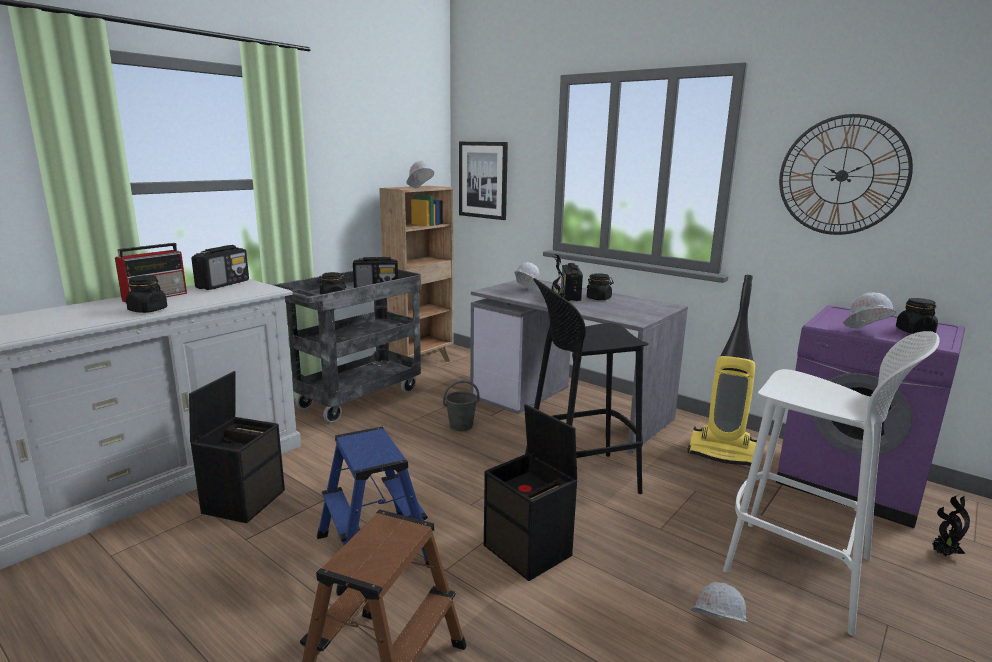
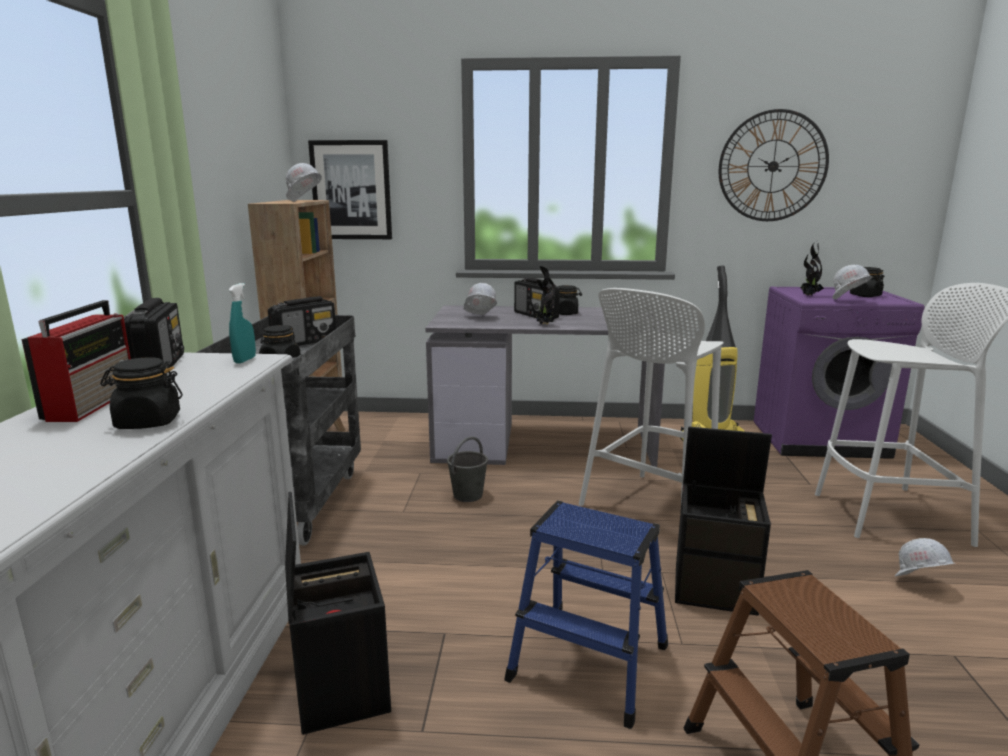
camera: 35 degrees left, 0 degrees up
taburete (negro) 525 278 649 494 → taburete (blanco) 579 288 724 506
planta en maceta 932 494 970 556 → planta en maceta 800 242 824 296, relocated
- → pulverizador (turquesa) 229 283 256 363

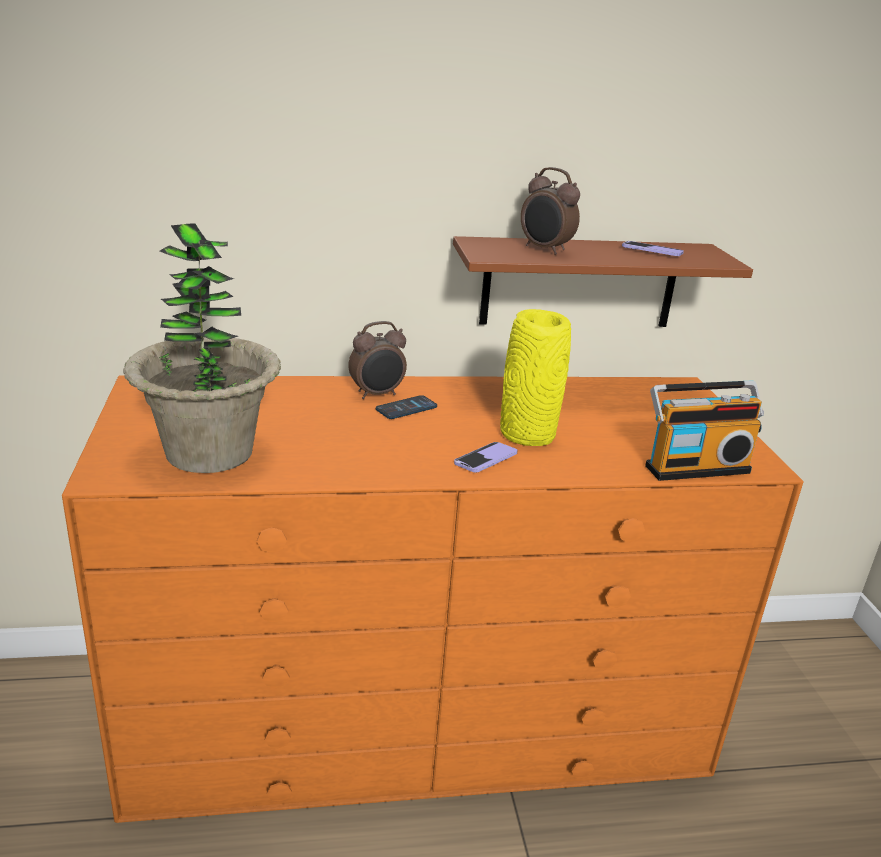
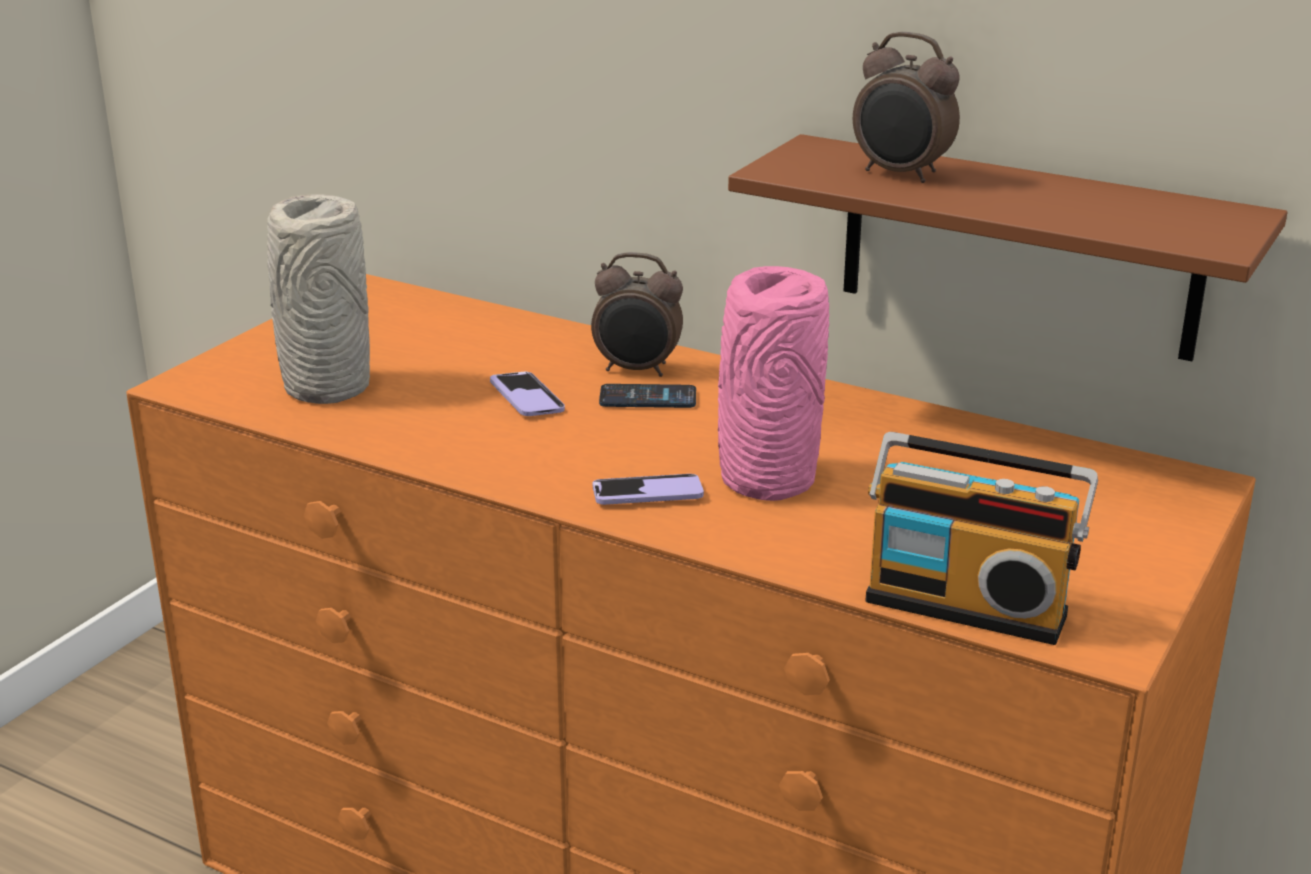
camera: 40 degrees right, 0 degrees up
despertador 521 167 580 255 → despertador 853 32 960 183, 45 degrees counterclockwise
planta en maceta 123 223 281 473 → florero (gris) 267 194 370 404
móvil 622 241 684 256 → móvil 490 372 565 416, relocated
florero (amarillo) 500 309 571 446 → florero (rosa) 718 266 829 501

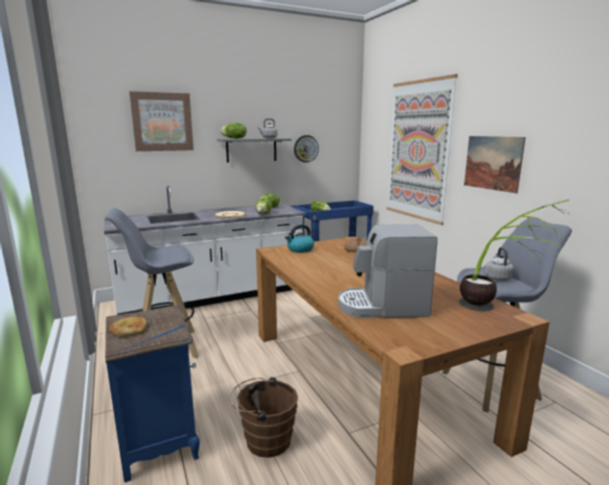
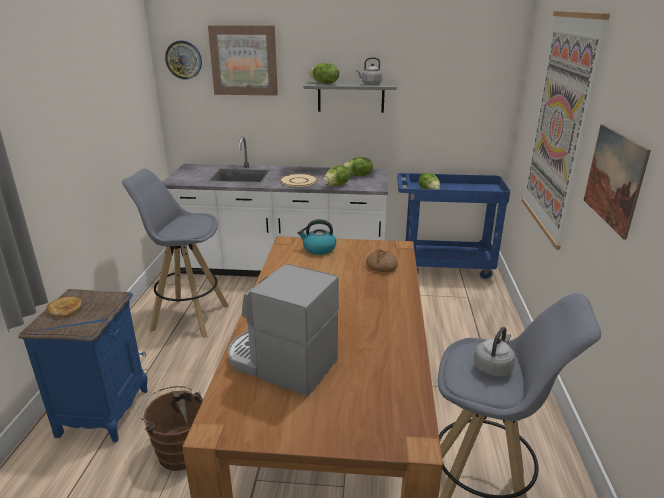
camera: 30 degrees right, 10 degrees up
reloj de pared 294 135 319 163 → reloj de pared 165 41 202 79, relocated
planta en maceta 459 199 569 311 → -

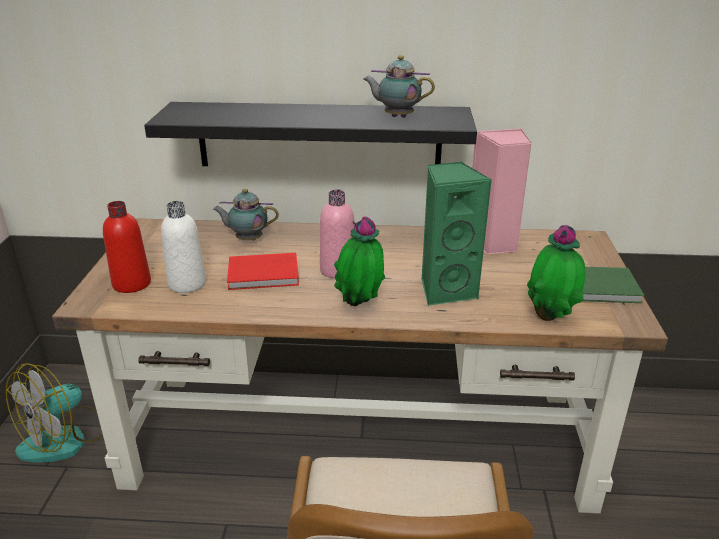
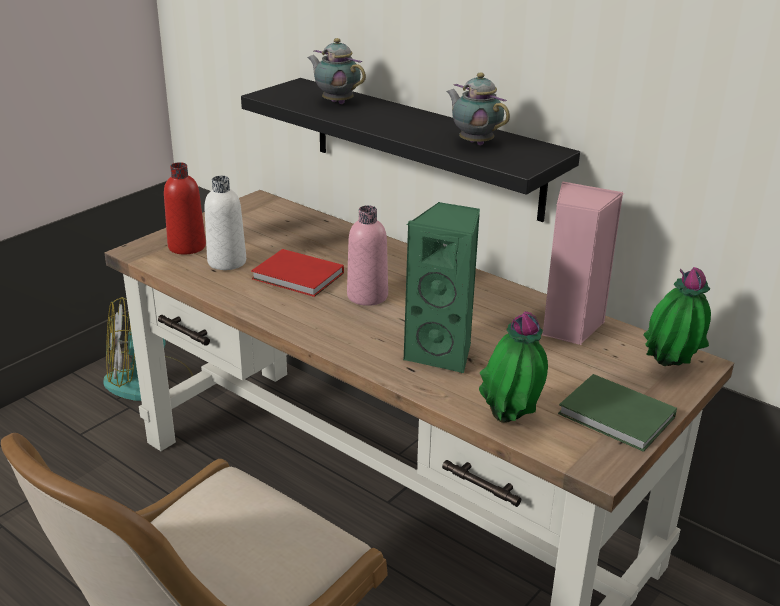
camera: 35 degrees right, 0 degrees up
tetera 213 189 279 241 → tetera 307 38 366 104, relocated
planta en maceta 334 216 385 306 → planta en maceta 643 267 711 366, relocated

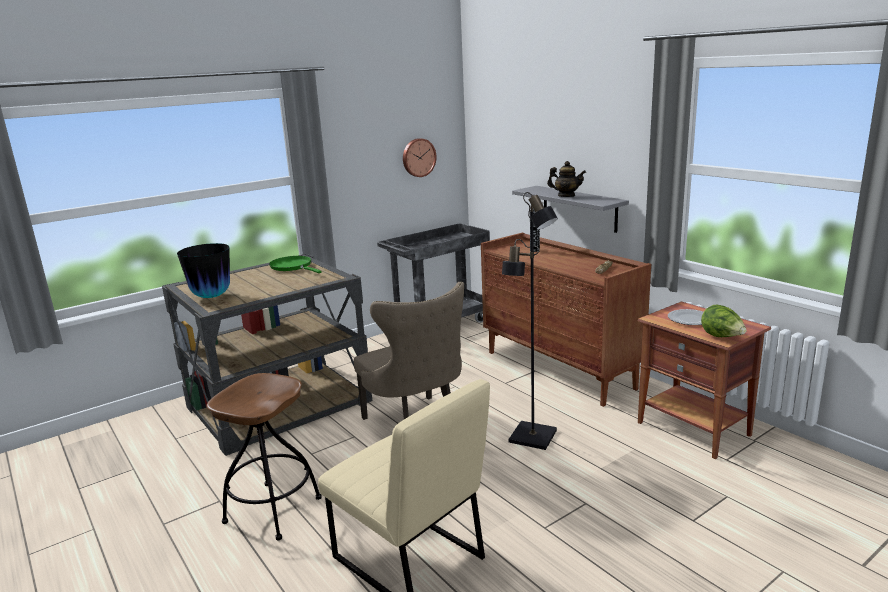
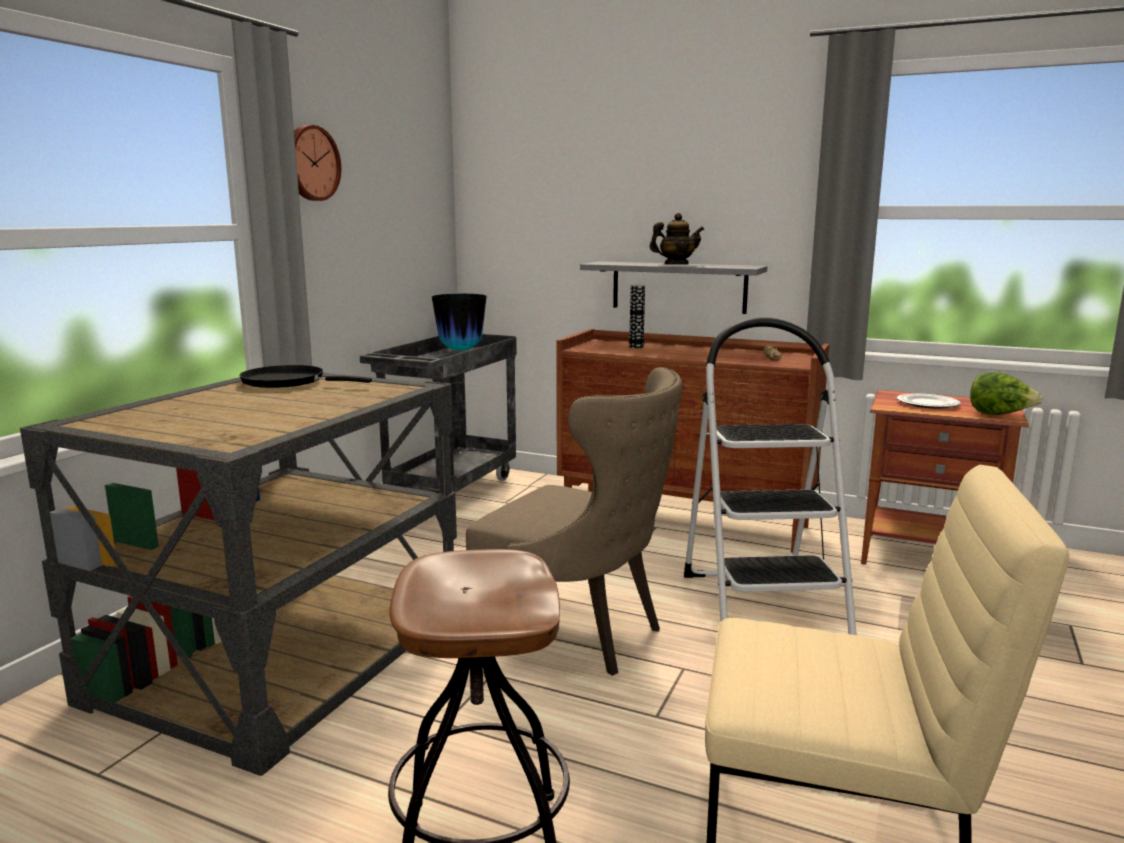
camera: 30 degrees left, 5 degrees down
reloj de pared 403 138 436 177 → reloj de pared 294 125 341 201, relocated
lámpara de pie (negro) 502 192 558 450 → escalera de tijera 684 317 857 635
florero 177 243 230 298 → florero 432 294 487 350, relocated
sartén (verde) 269 256 321 273 → sartén (negro) 239 365 372 388

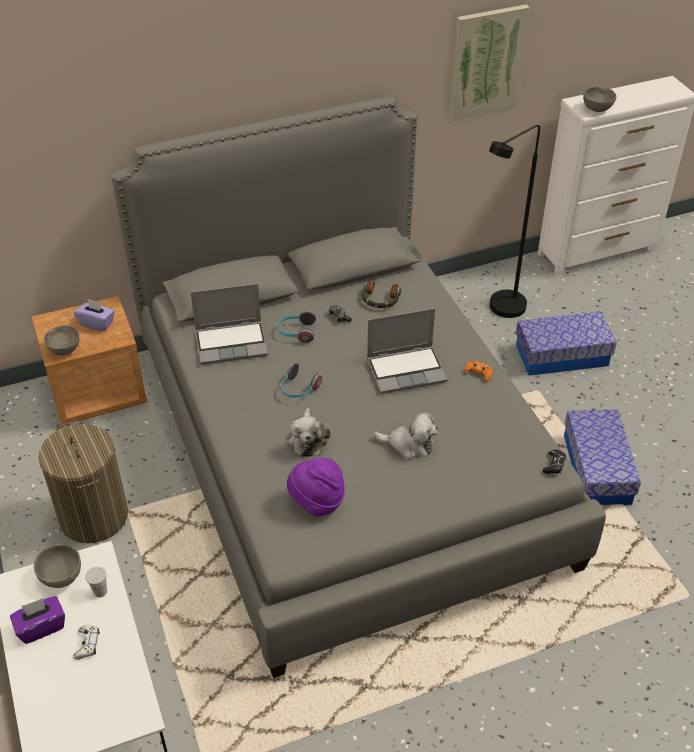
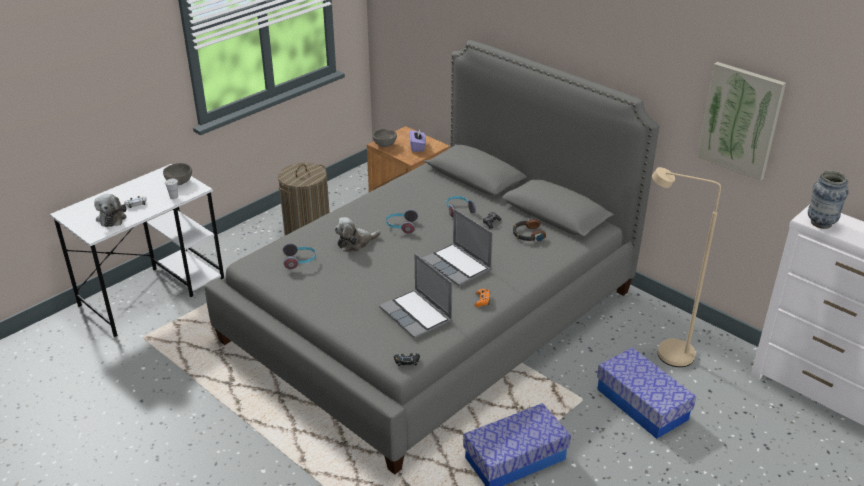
camera: 65 degrees right, 10 degrees down
cuenco (gris) 583 87 616 112 → florero 808 170 849 229
lámpara de pie (negro) 489 125 540 318 → lámpara de pie (beis) 652 167 721 367
portátil 191 283 268 365 → portátil 379 253 452 339, relocated
peluche 374 412 438 460 → peluche 94 194 126 227, relocated
sombrero (morado) 287 457 345 517 → auriculares 283 243 316 269
caja de pañuelos (morado) 10 596 65 644 → -

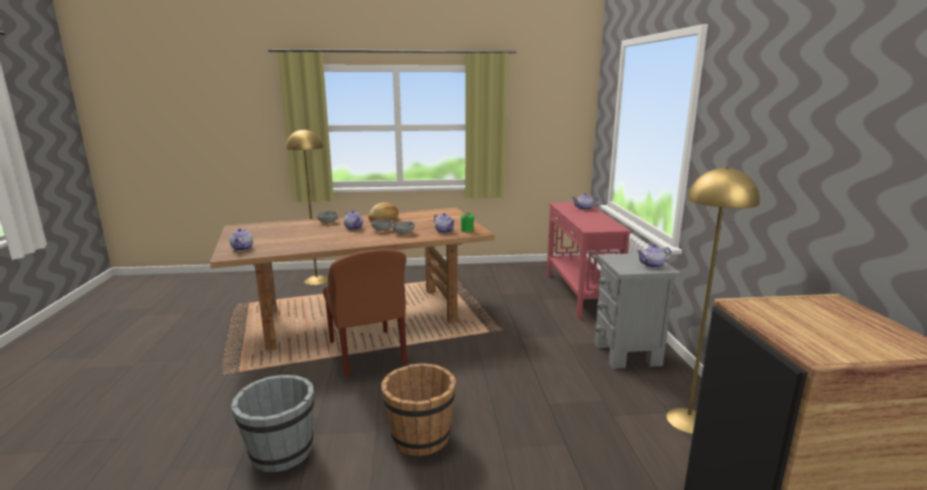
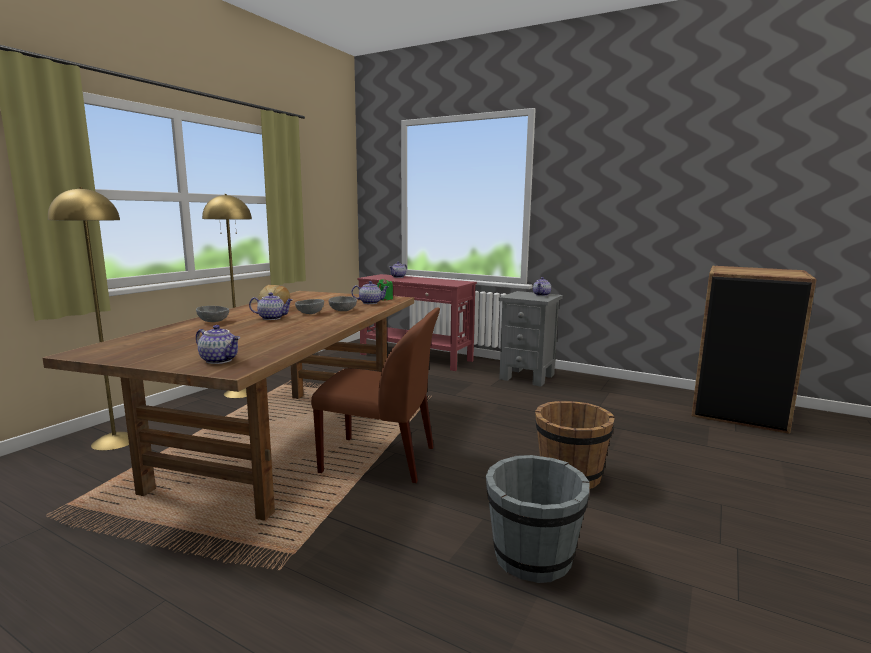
camera: 55 degrees left, 5 degrees down
lámpara de pie (amarillo) 666 166 760 434 → lámpara de pie (amarillo) 202 194 252 398, relocated

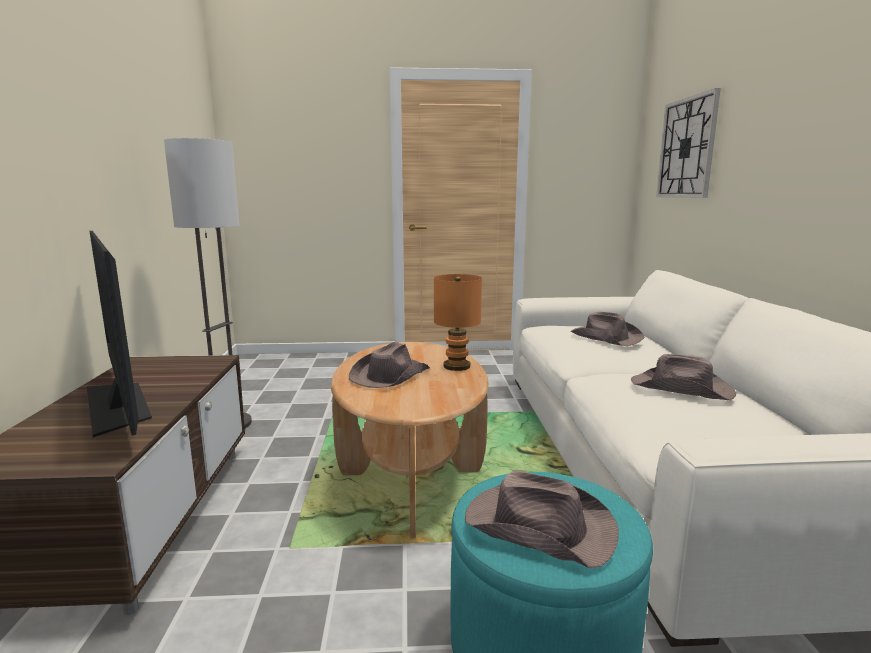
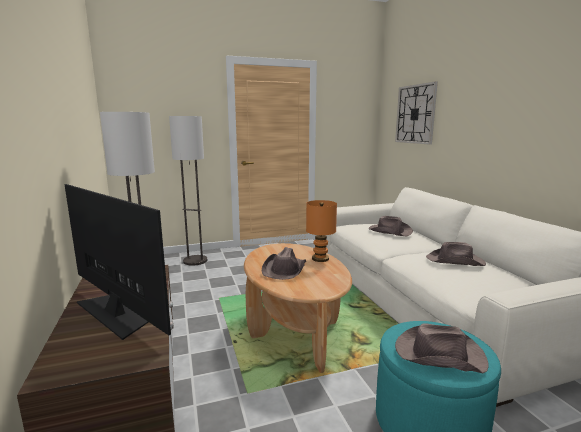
camera: 15 degrees left, 0 degrees up
- → lámpara de pie 169 116 207 266

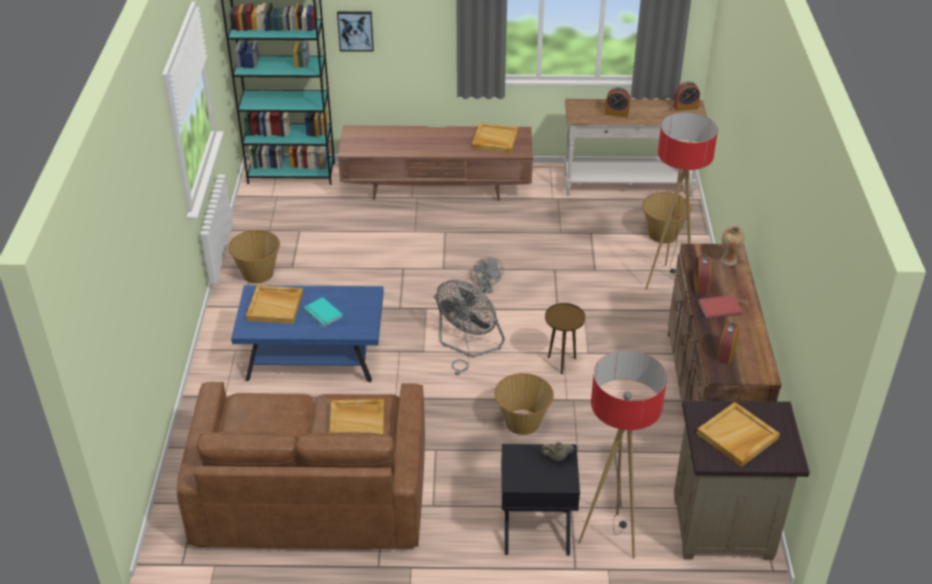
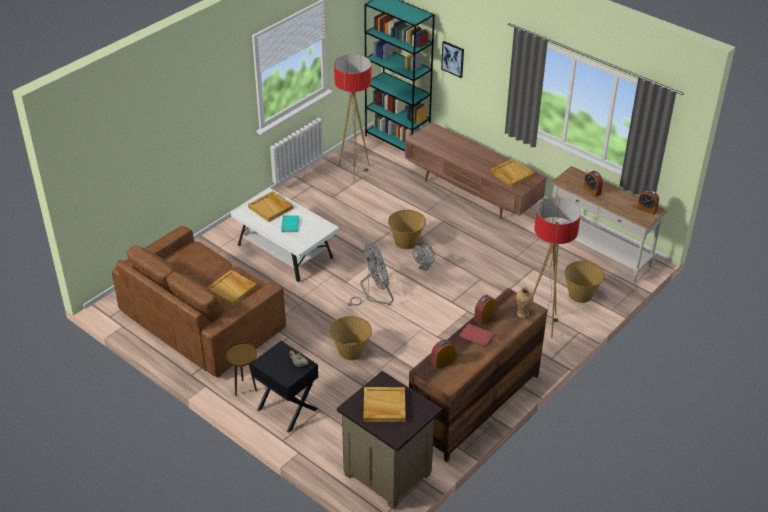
camera: 40 degrees right, 0 degrees up
cesta 228 230 280 284 → cesta 388 210 426 249, relocated
mesa de centro (azul) 231 285 384 382 → mesa de centro (blanco) 230 188 339 282
mesa auxiliar (marrón) 545 303 585 374 → mesa auxiliar (marrón) 225 343 257 395, relocated
lámpara de pie 578 350 667 559 → lámpara de pie 334 54 371 182, relocated

